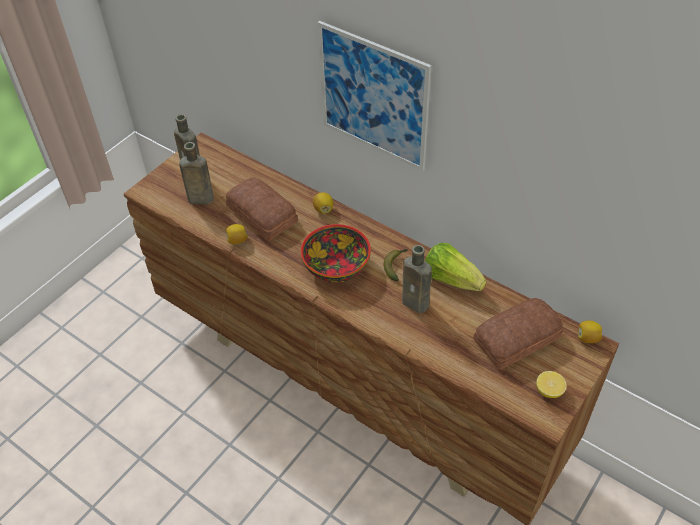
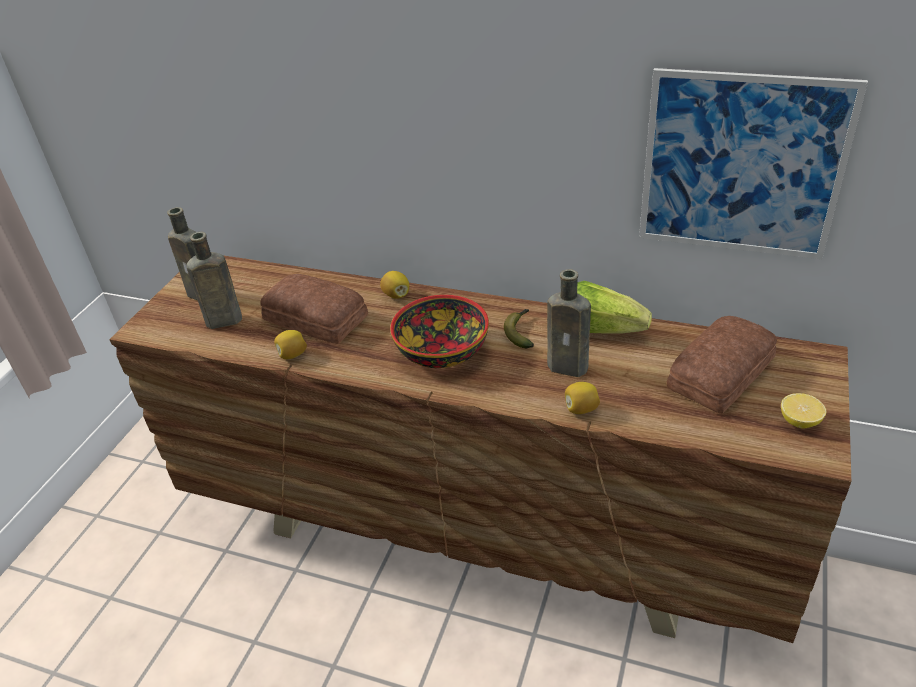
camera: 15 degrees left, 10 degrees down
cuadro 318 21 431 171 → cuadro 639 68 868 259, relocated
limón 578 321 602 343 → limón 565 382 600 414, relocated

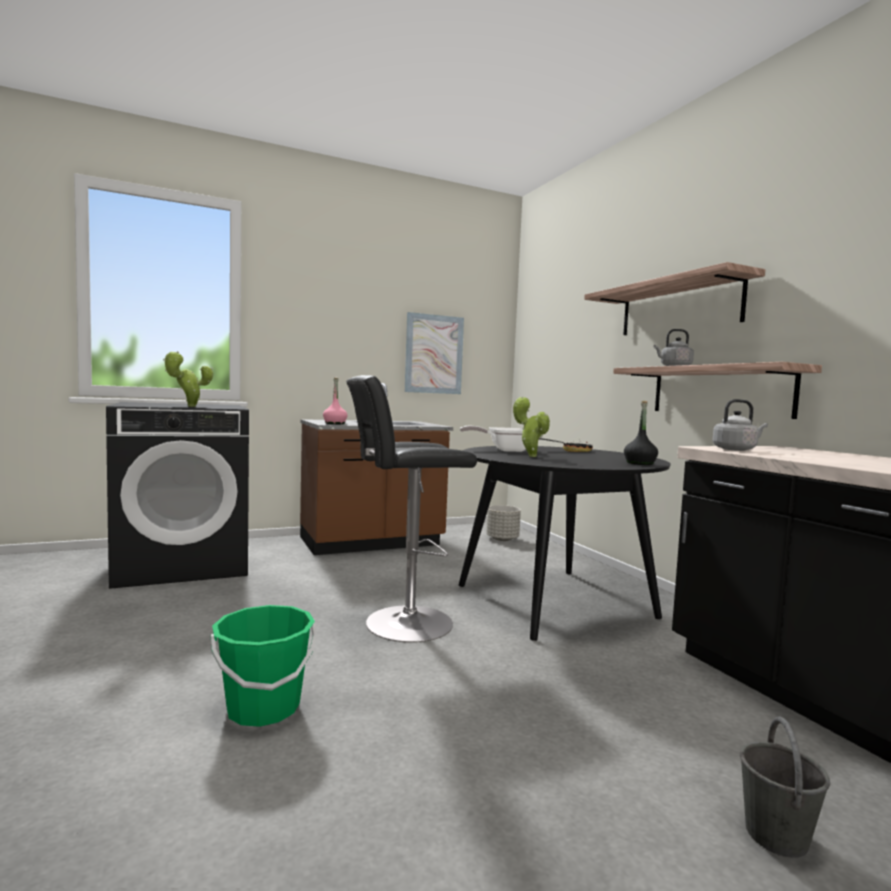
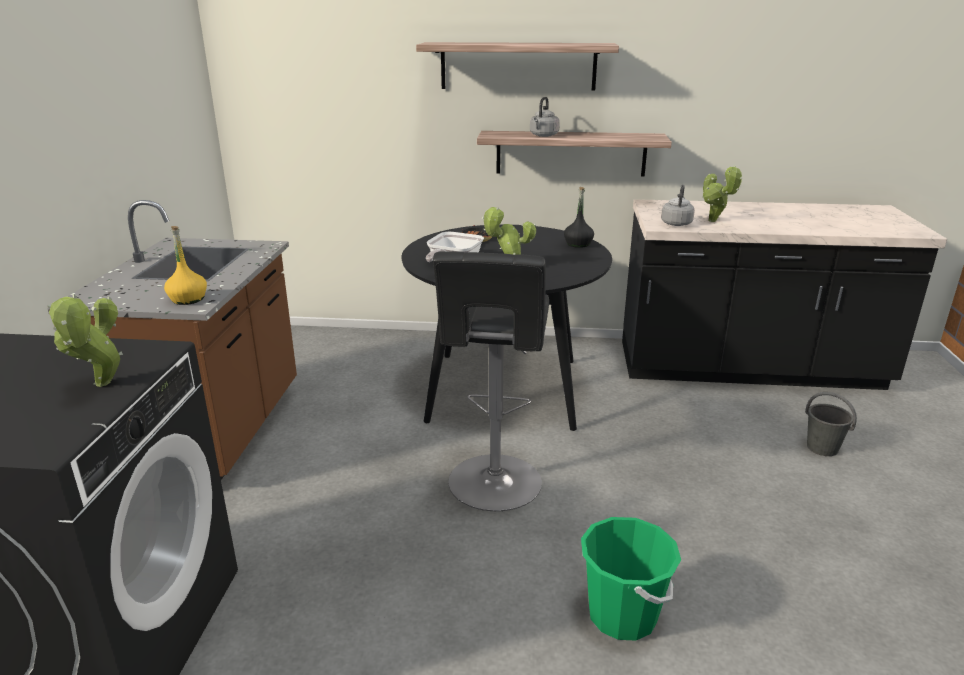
camera: 60 degrees left, 20 degrees up
cuadro 405 312 464 394 → -
botella (rosa) 323 377 348 424 → botella (amarillo) 164 226 207 305
maceta (gris) 486 505 521 541 → -
- → planta en maceta 702 165 742 222

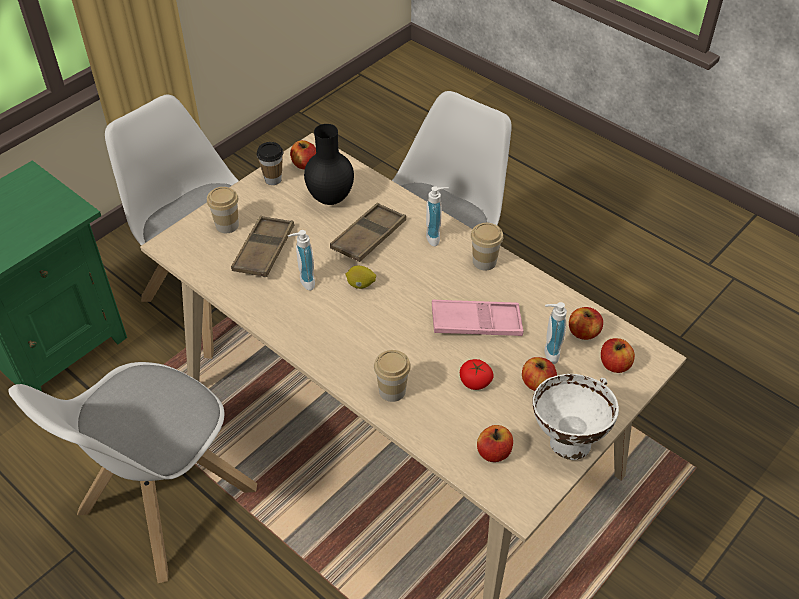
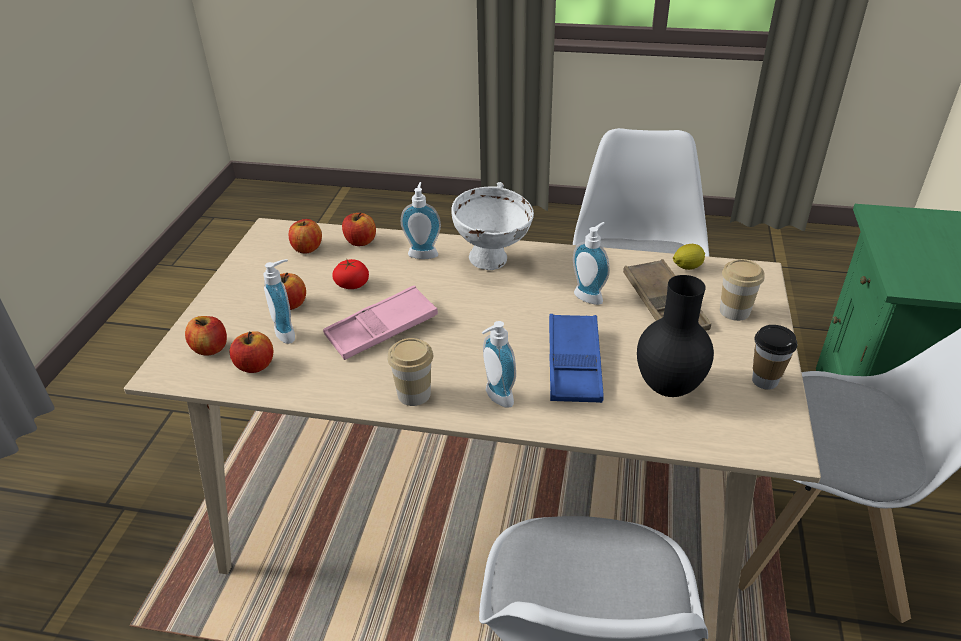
camera: 150 degrees right, 10 degrees down
manzana 290 140 316 169 → manzana 342 212 376 246, relocated
bandeja (marrón) 330 203 406 262 → bandeja (azul) 549 314 604 403
limón 346 266 376 289 → limón 673 244 705 270, relocated
taza 374 350 411 402 → dispensador de jabón 401 182 441 259
cuenco (blanco) 532 374 619 460 → cuenco (blanco) 451 182 534 270, relocated

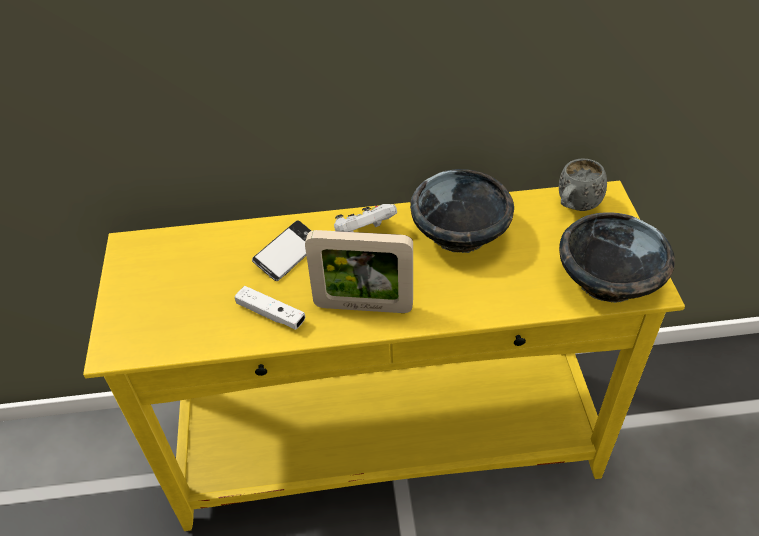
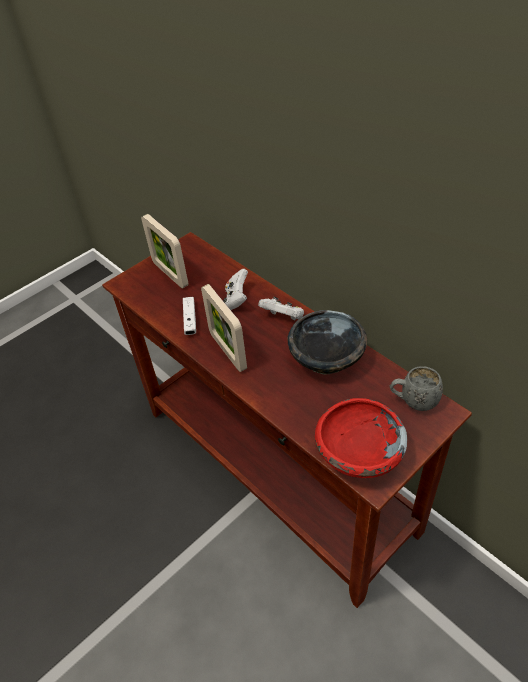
camera: 55 degrees right, 0 degrees up
mesa consola (amarillo) 83 181 685 531 → mesa consola (marrón) 102 232 472 608
cuenco (negro) 559 212 675 303 → cuenco (rojo) 315 398 407 478
móvil 252 220 311 281 → mando de consola (blanco) 223 269 248 310
- → portarretratos 141 214 189 289

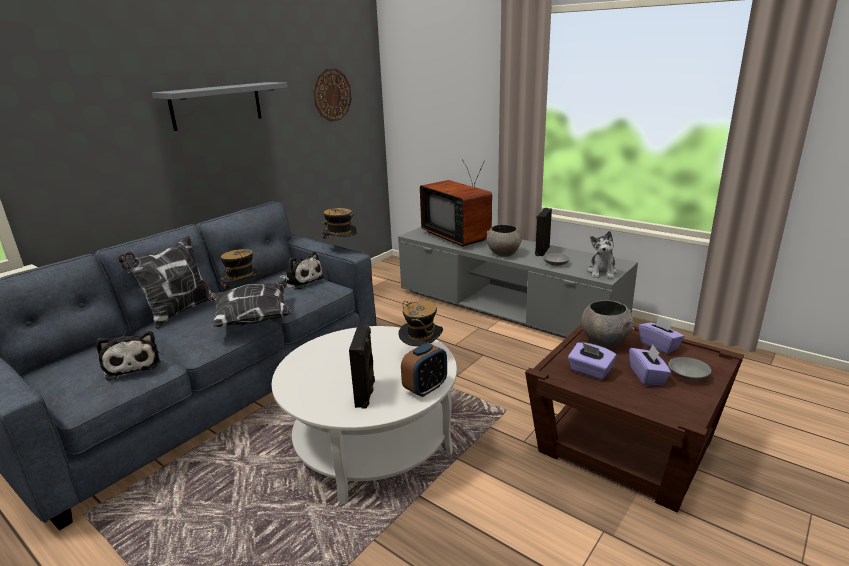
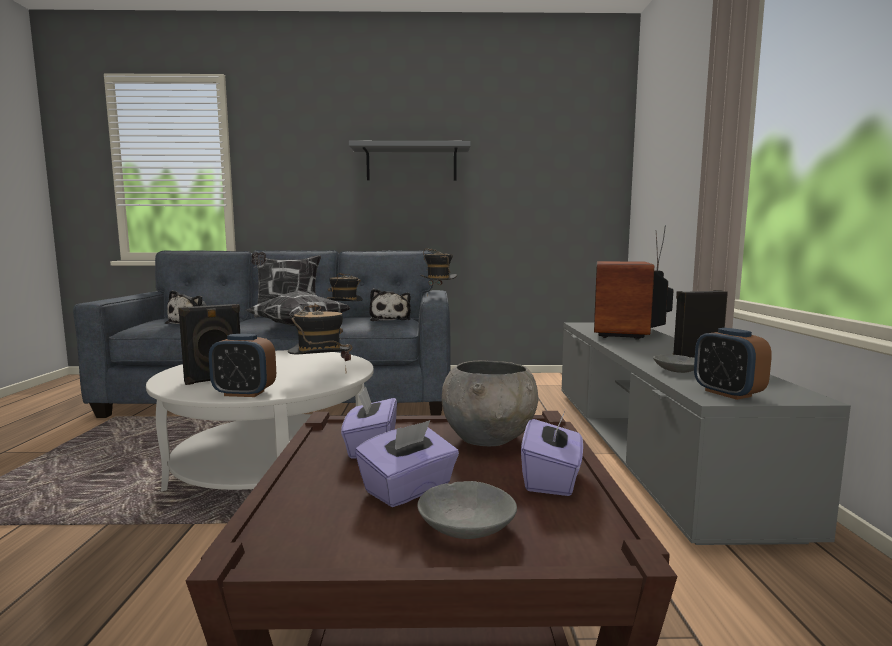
camera: 50 degrees right, 15 degrees down
reloj de pared 313 68 352 122 → -
cuenco (gris) 487 224 521 257 → -
peluche 587 231 617 279 → despertador 694 328 772 400

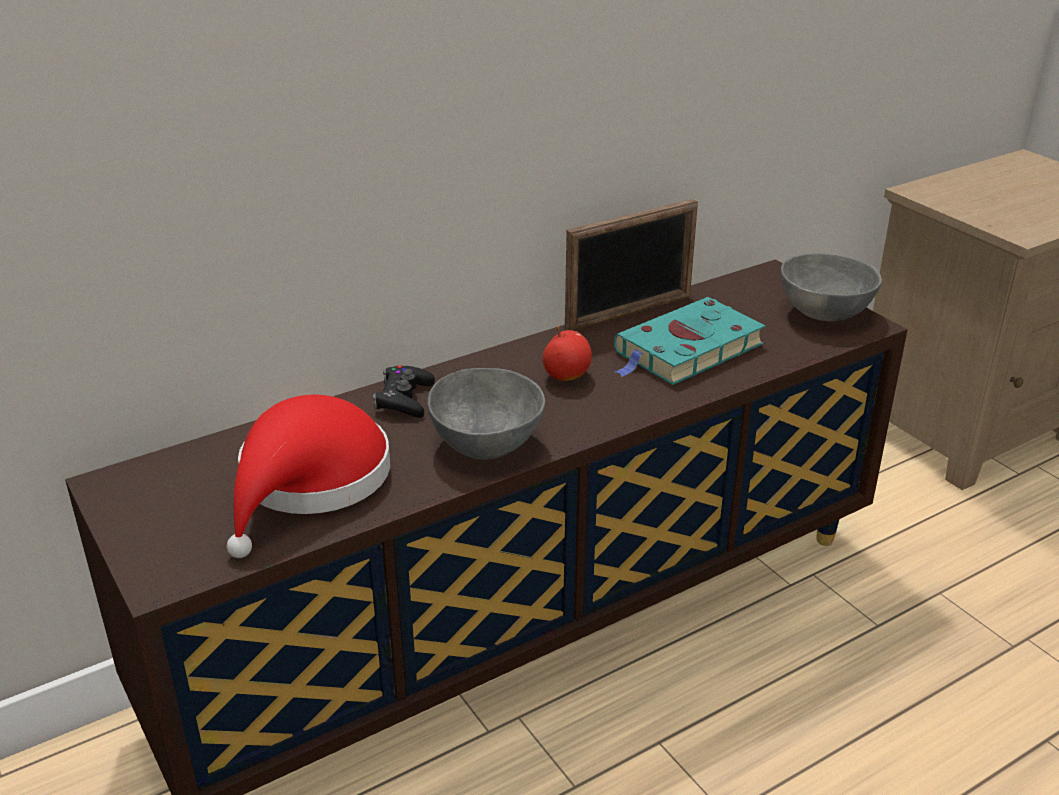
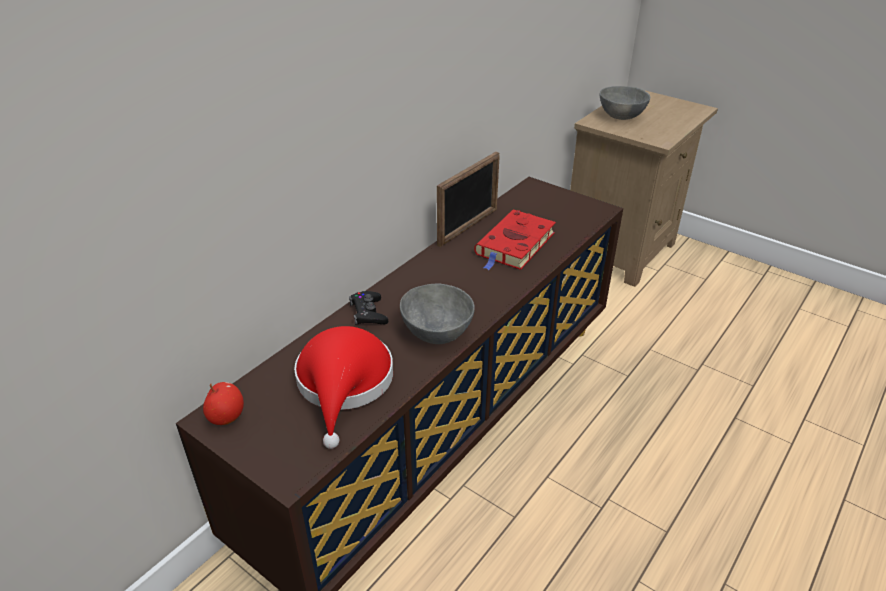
camera: 20 degrees left, 5 degrees up
cuenco (gris) 781 253 882 321 → cuenco (gris) 600 86 650 120, relocated
libro (turquesa) 614 297 766 385 → libro (rojo) 474 209 556 270
manzana 543 326 592 381 → manzana 203 382 244 425, relocated

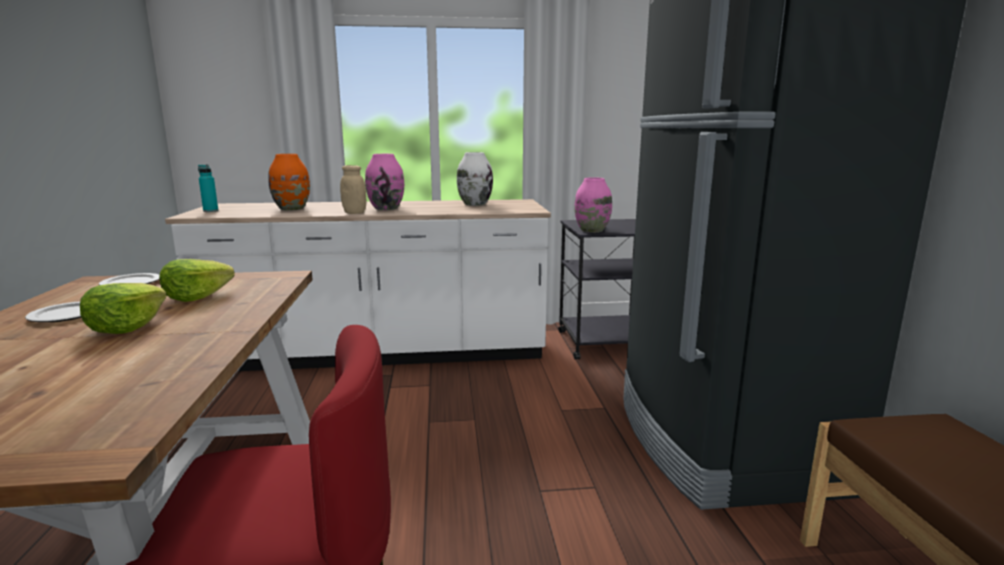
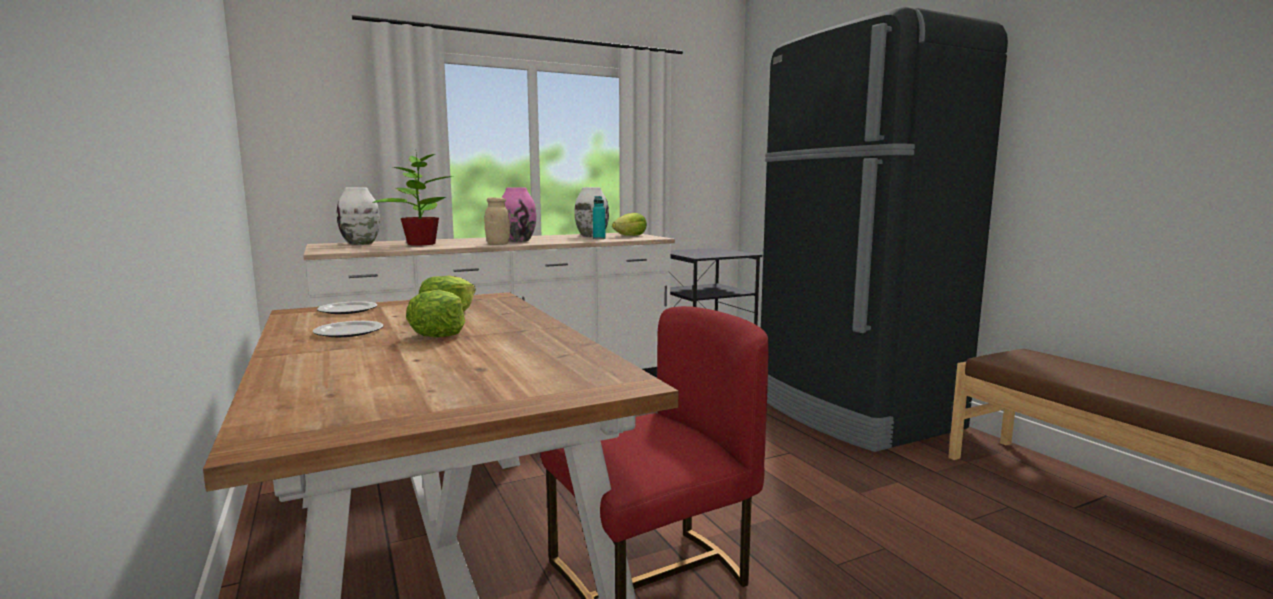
camera: 20 degrees left, 5 degrees down
florero (naranja) 268 154 310 210 → planta en maceta 372 149 453 245
botella (turquesa) 198 164 218 212 → botella (turquesa) 593 196 606 239, relocated
florero (rosa) 574 177 612 233 → -
- → florero (blanco) 337 188 380 245
- → lechuga 612 213 647 236

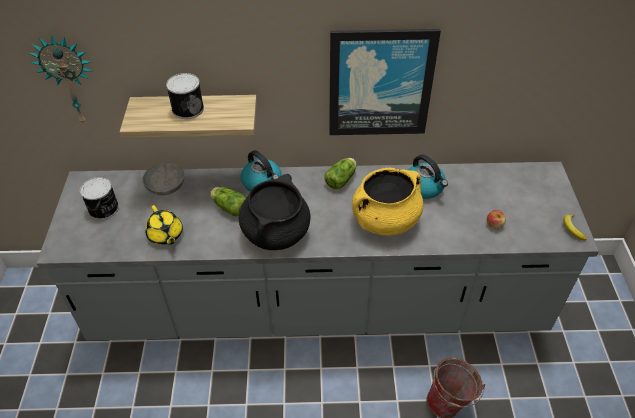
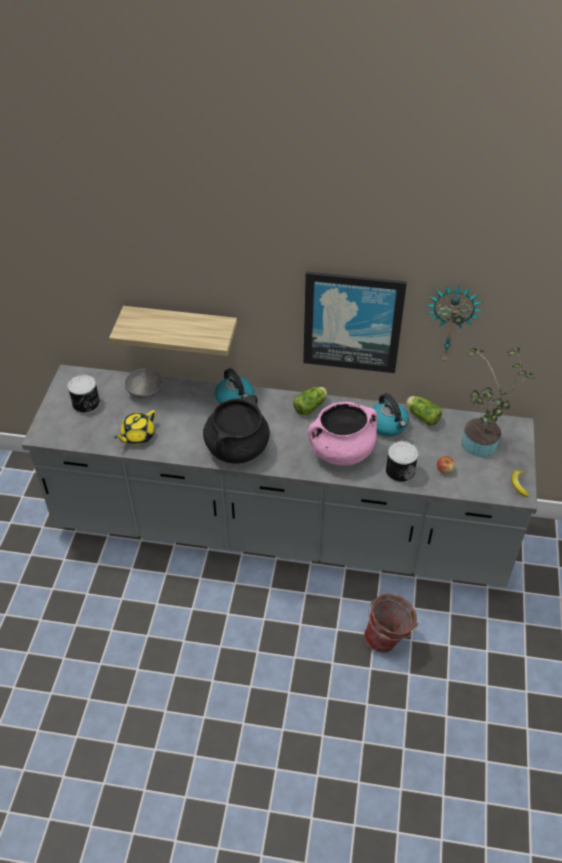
camera: 10 degrees right, 0 degrees up
reloj de pared 29 35 93 124 → reloj de pared 426 285 483 362, relocated
lata 166 73 204 119 → lata 385 441 418 483, relocated
olla (amarillo) 352 168 424 236 → olla (rosa) 308 402 378 466
lechuga 210 187 246 216 → lechuga 406 396 442 426, relocated
tetera (amarillo) 145 205 183 245 → tetera (amarillo) 114 410 156 445, 60 degrees clockwise
- → planta en maceta 462 348 534 457

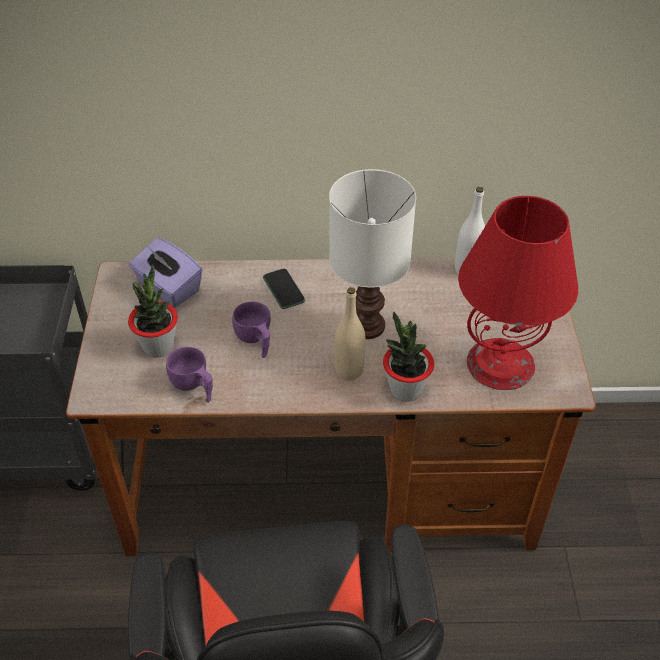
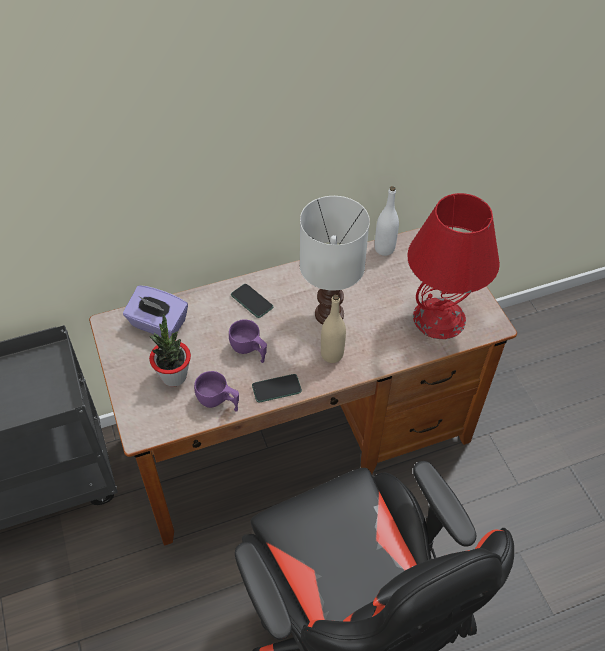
camera: 20 degrees left, 5 degrees up
planta en maceta 383 312 434 402 → -
- → móvil 252 374 302 402

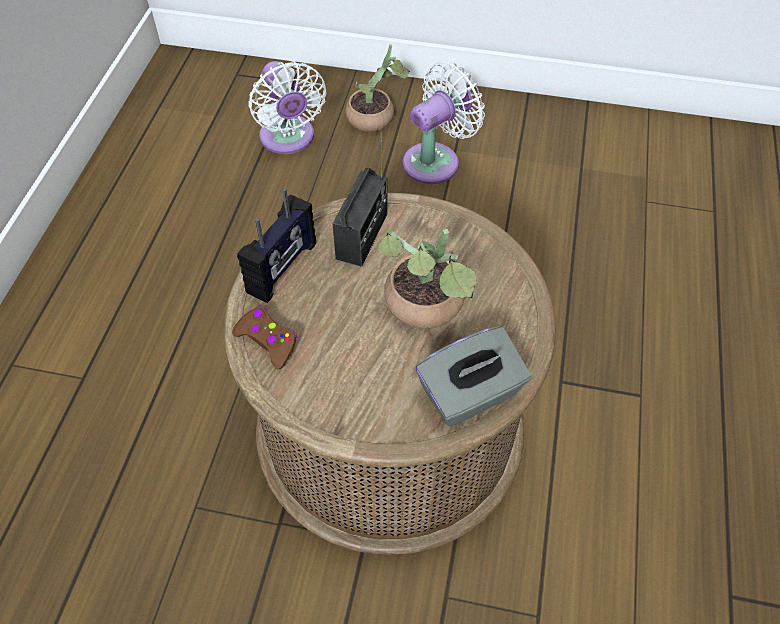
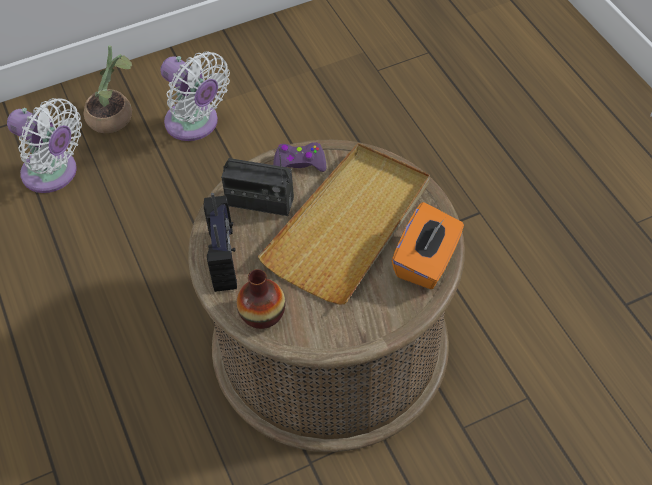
camera: 35 degrees left, 0 degrees up
ventilador (blanco) 403 61 485 184 → ventilador (blanco) 160 51 230 141, 120 degrees clockwise
radio 333 132 388 267 → radio 221 148 294 216, 120 degrees clockwise
planta en maceta 378 228 477 329 → bandeja (beis) 258 143 430 304
mando de consola (marrón) 232 307 298 369 → florero 237 269 285 329
caja de pañuelos (gris) 416 326 531 427 → caja de pañuelos (naranja) 392 202 464 289
- → mando de consola (morado) 273 143 326 172

